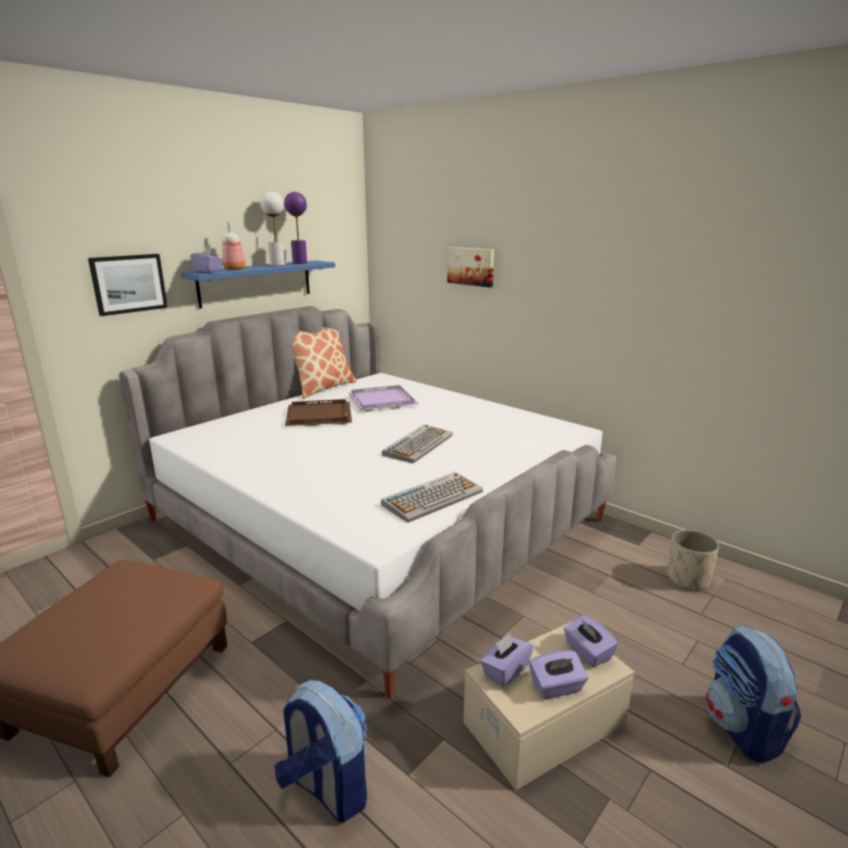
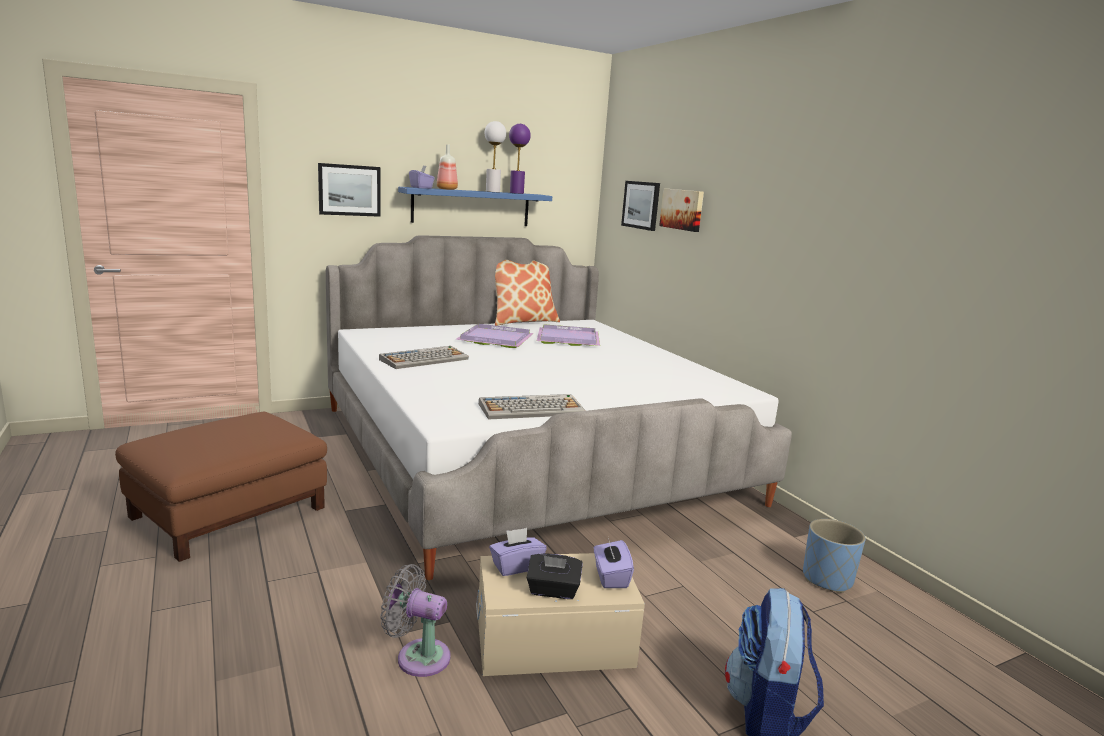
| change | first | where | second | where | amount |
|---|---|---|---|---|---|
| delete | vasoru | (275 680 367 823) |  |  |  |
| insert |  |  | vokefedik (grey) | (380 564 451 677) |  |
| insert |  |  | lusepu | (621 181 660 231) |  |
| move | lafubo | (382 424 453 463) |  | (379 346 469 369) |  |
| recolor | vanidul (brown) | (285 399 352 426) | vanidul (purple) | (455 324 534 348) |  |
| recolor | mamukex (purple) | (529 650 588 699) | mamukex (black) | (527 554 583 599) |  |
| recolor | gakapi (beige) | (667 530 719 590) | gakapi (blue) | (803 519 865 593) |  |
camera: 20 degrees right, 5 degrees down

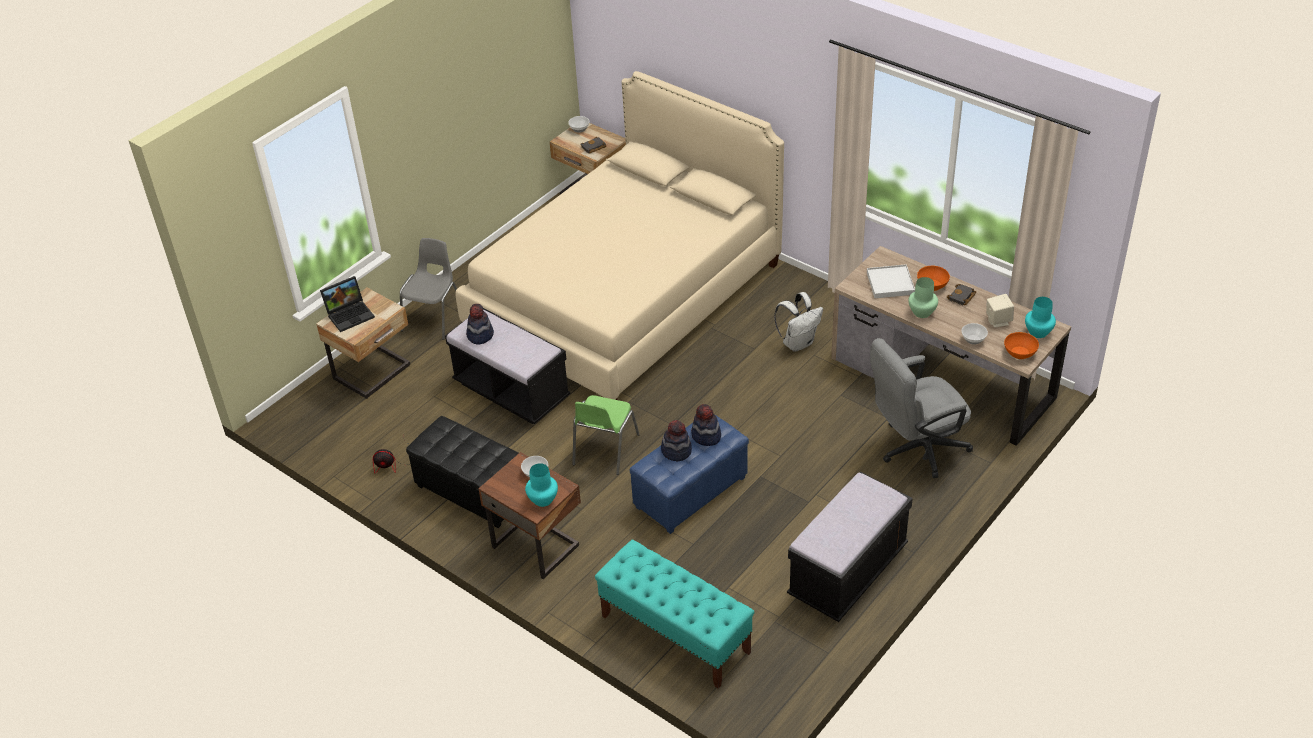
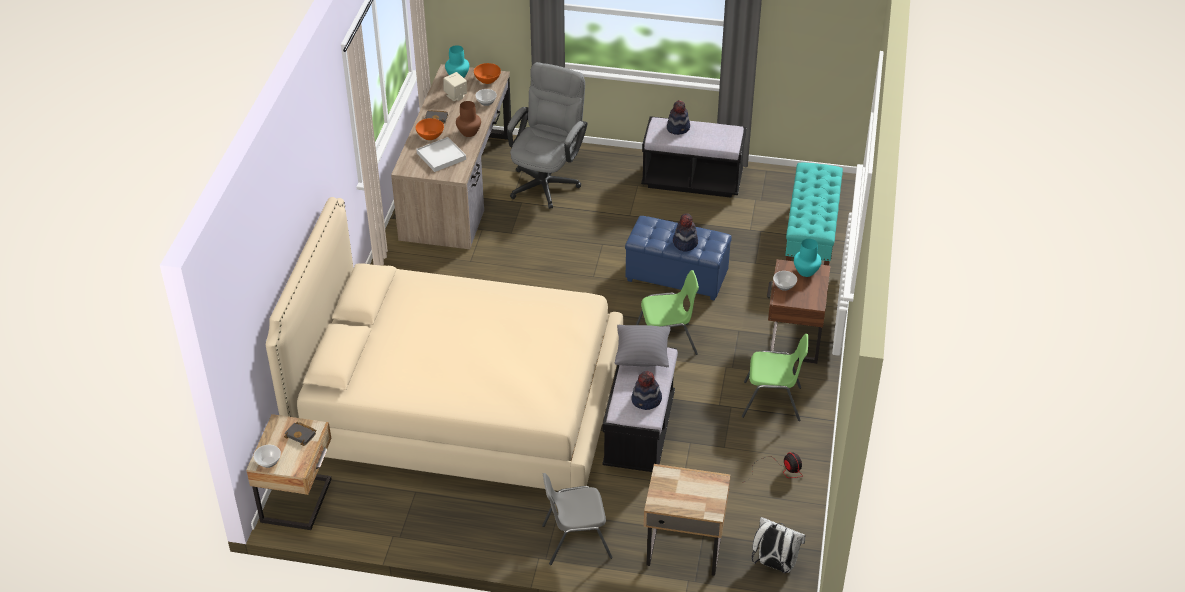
| change | first | where | second | where | amount |
|---|---|---|---|---|---|
| delete | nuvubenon | (320 276 375 332) |  |  |  |
| insert |  |  | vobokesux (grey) | (615 325 671 367) |  |
| move | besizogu | (691 404 721 446) |  | (667 100 690 135) |  |
| move | vasoru (white) | (774 292 823 352) |  | (752 517 806 573) |  |
| replace | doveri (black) | (406 416 519 528) | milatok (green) | (742 334 808 421) |  |
| recolor | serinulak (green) | (908 277 938 318) | serinulak (brown) | (456 101 481 137) |  |
| rotate | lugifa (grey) | (870 338 973 478) |  | (507 62 587 209) | 105 degrees counterclockwise |
camera: 120 degrees left, 0 degrees up

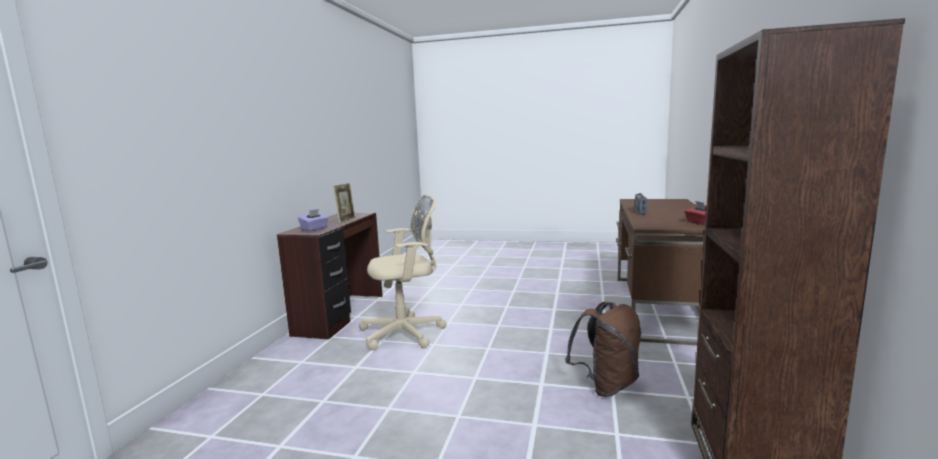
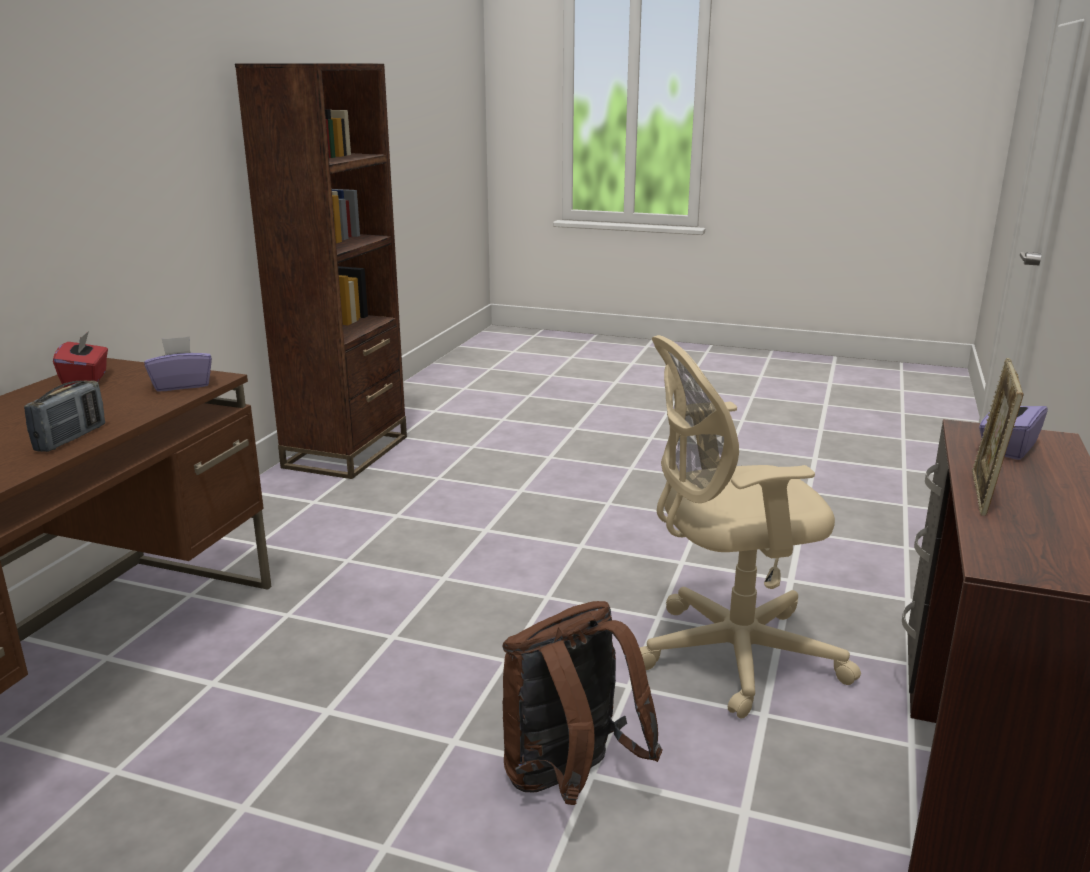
| change | first | where | second | where | amount |
|---|---|---|---|---|---|
| insert |  |  | mamukex (purple) | (144 336 212 391) |  |
| move | vasoru (brown) | (565 302 641 397) |  | (503 601 663 805) |  |
camera: 175 degrees left, 10 degrees up

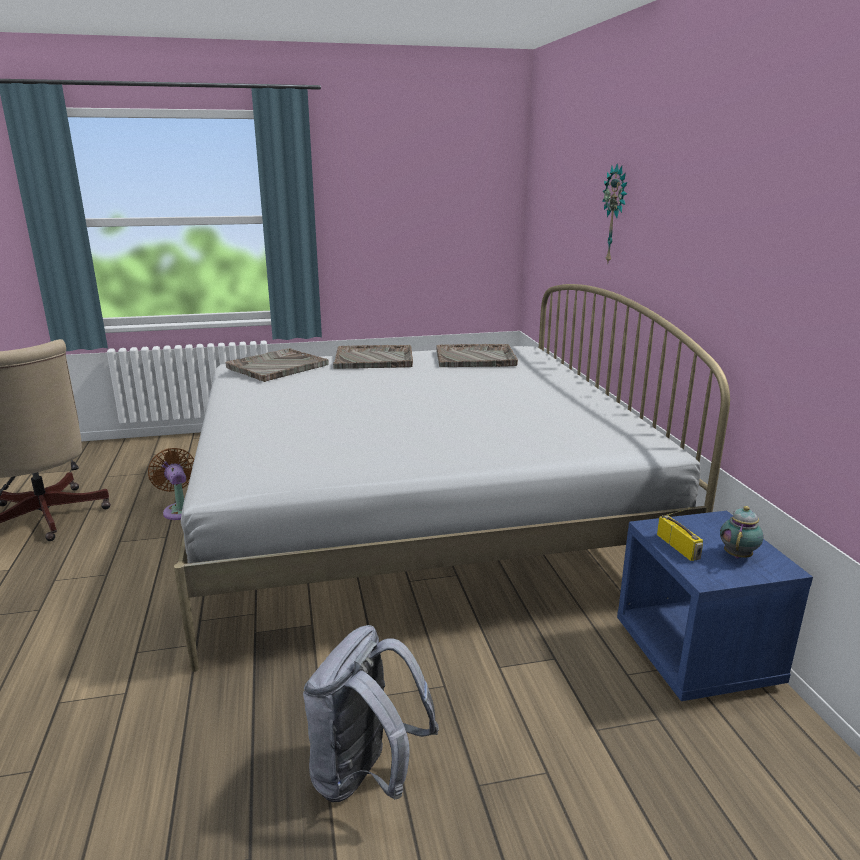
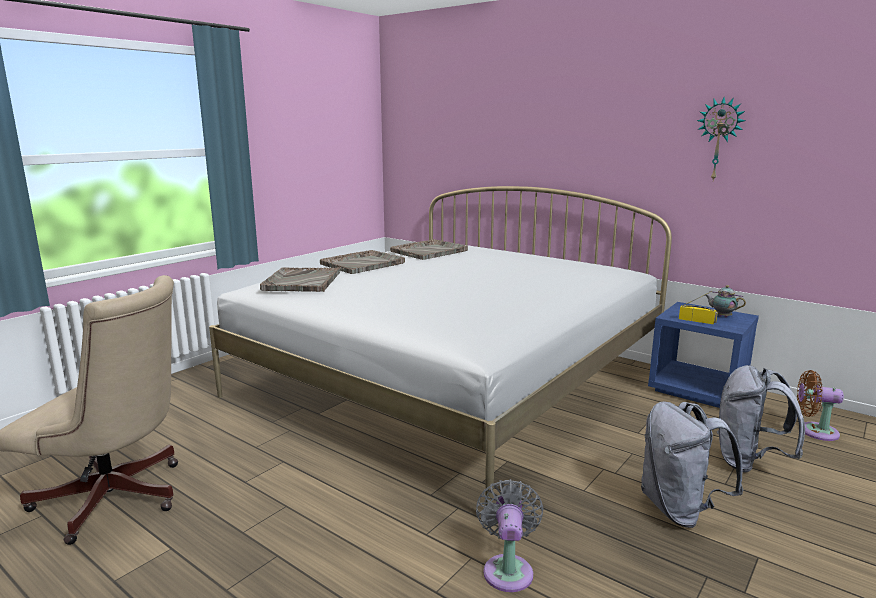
| change | first | where | second | where | amount |
|---|---|---|---|---|---|
| insert |  |  | vokefedik (grey) | (476 479 544 592) |  |
| insert |  |  | vasoru (grey) | (717 365 805 472) |  |
| move | vokefedik (brown) | (148 448 194 520) |  | (797 370 844 441) |  |
| move | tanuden | (602 163 628 265) |  | (697 97 746 180) |  |
| rotate | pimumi | (720 506 763 558) |  | (705 285 746 317) | 45 degrees counterclockwise |
camera: 40 degrees left, 5 degrees down

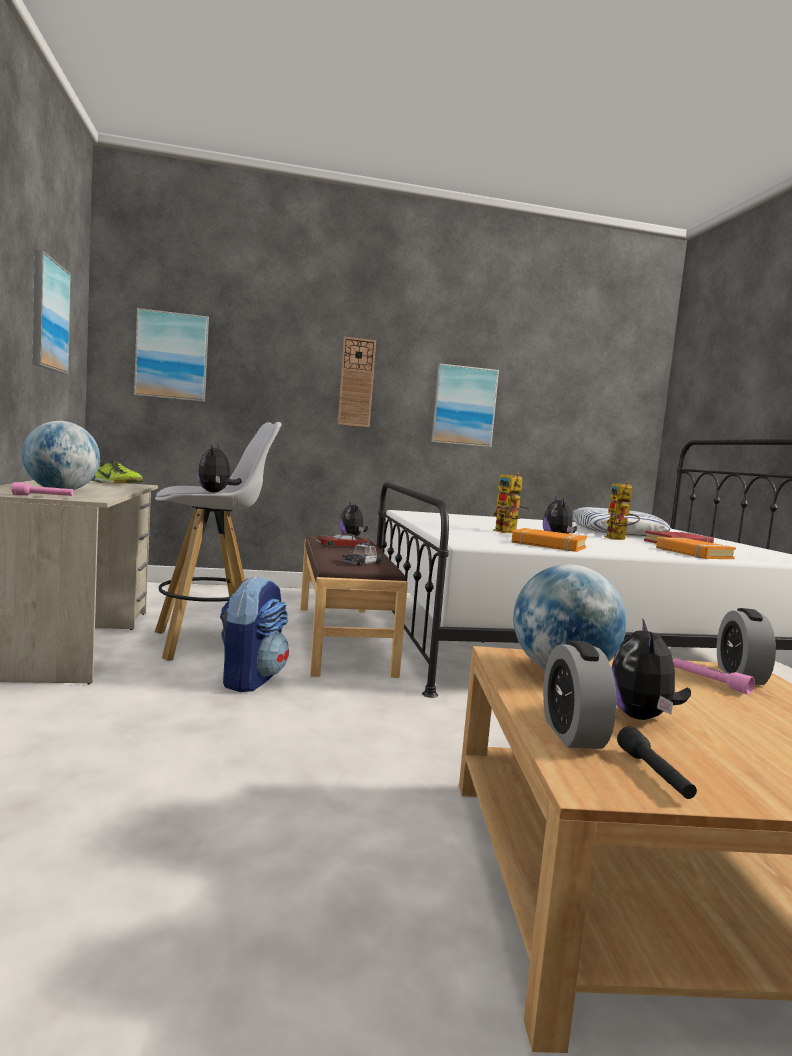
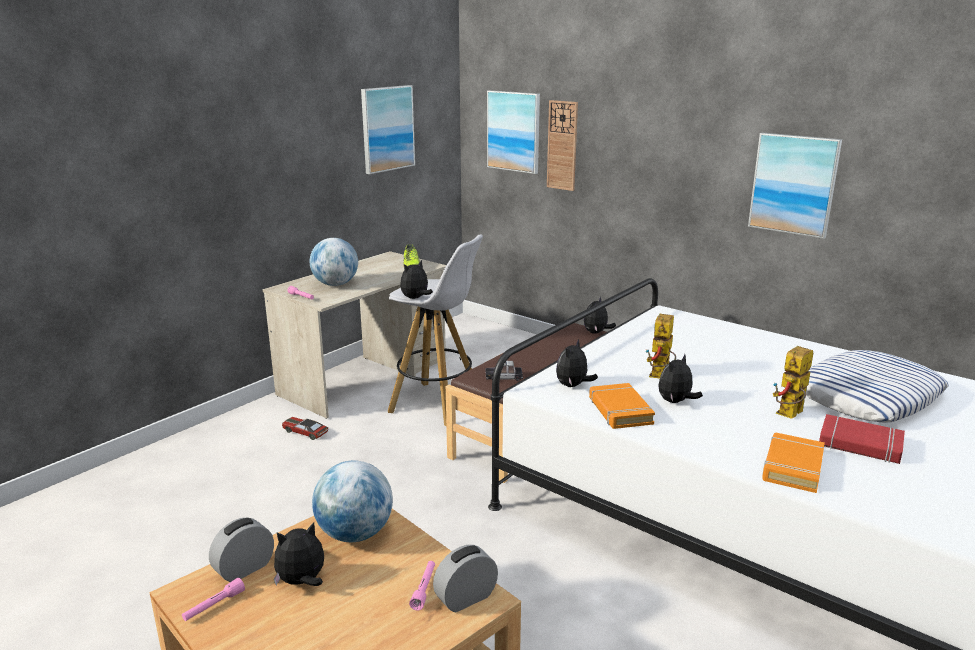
| change | first | where | second | where | amount |
|---|---|---|---|---|---|
| delete | vasoru | (220 576 289 692) |  |  |  |
| insert |  |  | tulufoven | (556 339 598 387) |  |
| move | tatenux | (316 533 370 548) |  | (282 417 329 440) |  |
| move | tanuden | (338 337 376 427) |  | (547 100 578 191) |  |
| recolor | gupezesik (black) | (617 726 697 799) | gupezesik (pink) | (182 578 245 621) |  |
camera: 50 degrees right, 15 degrees up

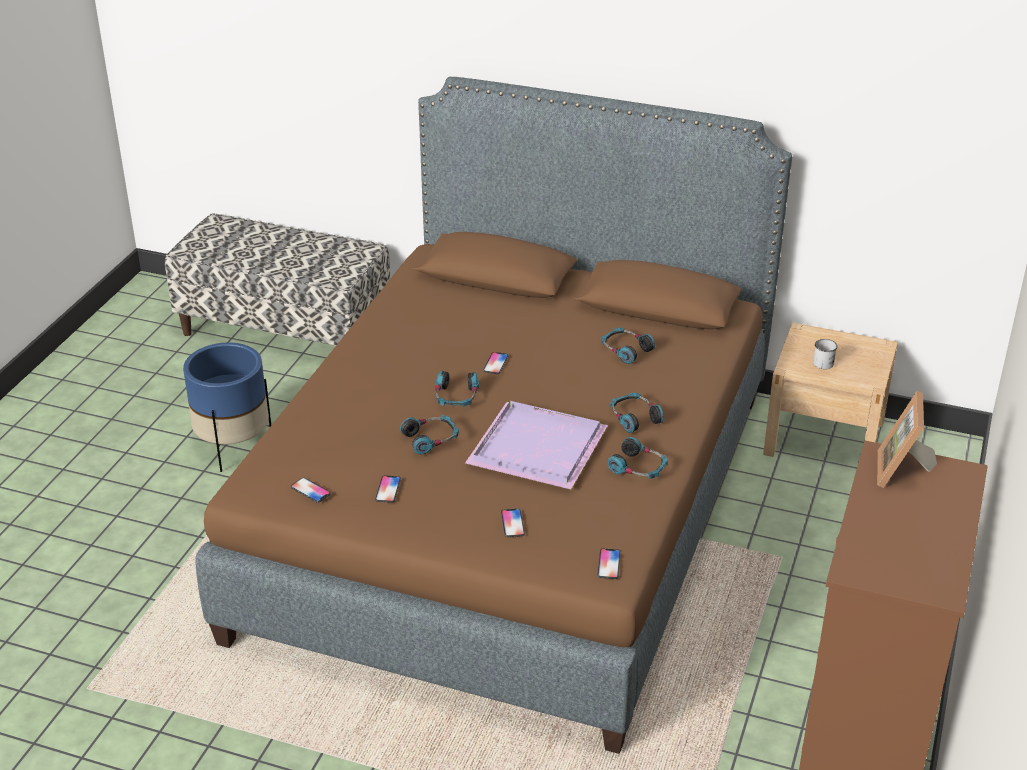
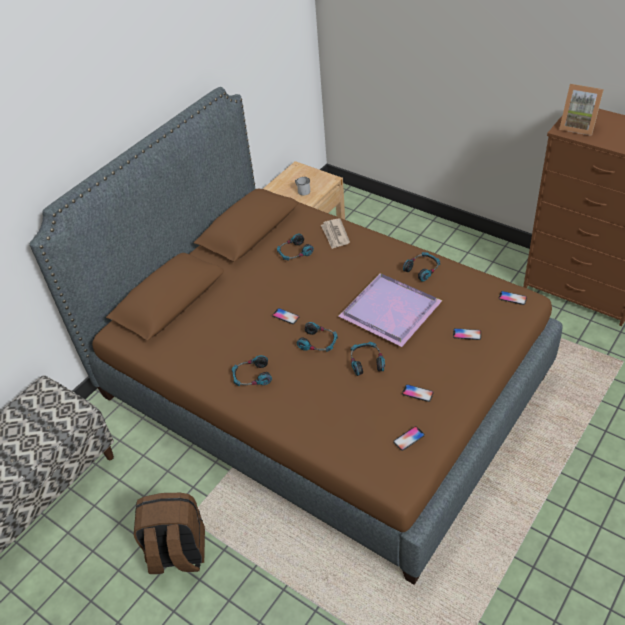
| change | first | where | second | where | amount |
|---|---|---|---|---|---|
| insert |  |  | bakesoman | (321 218 350 249) |  |
| move | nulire | (610 393 664 433) |  | (232 355 272 386) |  |
| replace | gakapi (blue) | (183 342 271 472) | vasoru (brown) | (134 493 205 574) |  |
camera: 70 degrees left, 10 degrees up

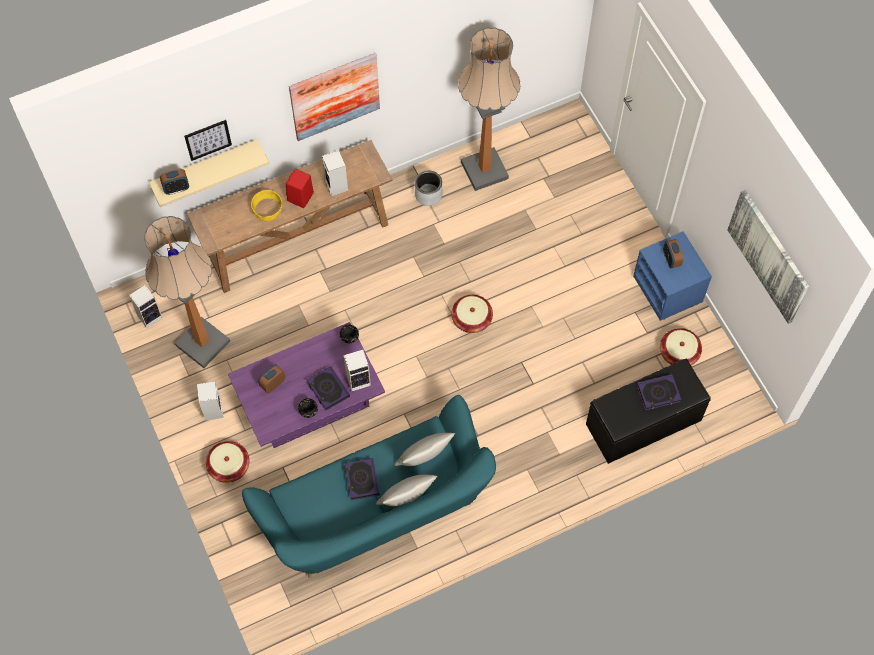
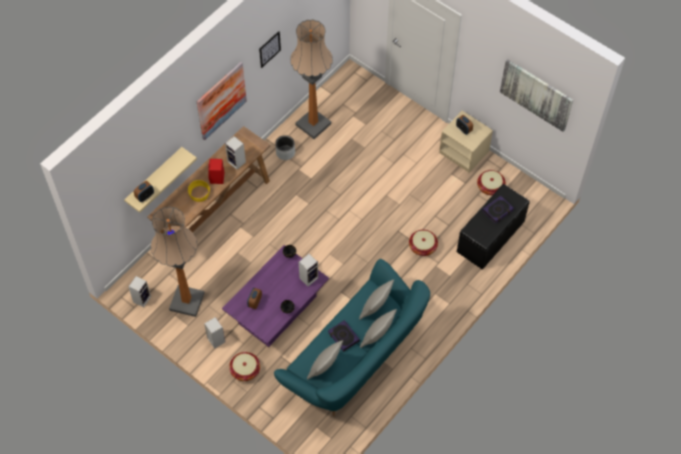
| change | first | where | second | where | amount |
|---|---|---|---|---|---|
| delete | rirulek | (307 366 350 410) |  |  |  |
| insert |  |  | vobokesux (grey) | (307 340 343 380) |  |
| move | lusepu | (184 120 232 161) |  | (259 31 281 68) |  |
| move | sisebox | (451 295 493 333) |  | (409 230 438 256) |  |
| recolor | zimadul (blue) | (633 231 712 321) | zimadul (beige) | (439 111 493 173) |  |
camera: 25 degrees left, 5 degrees down

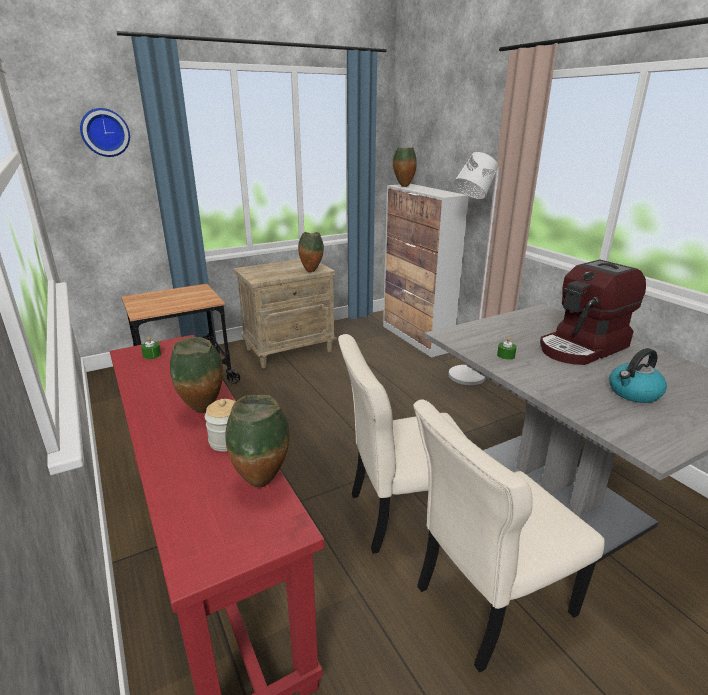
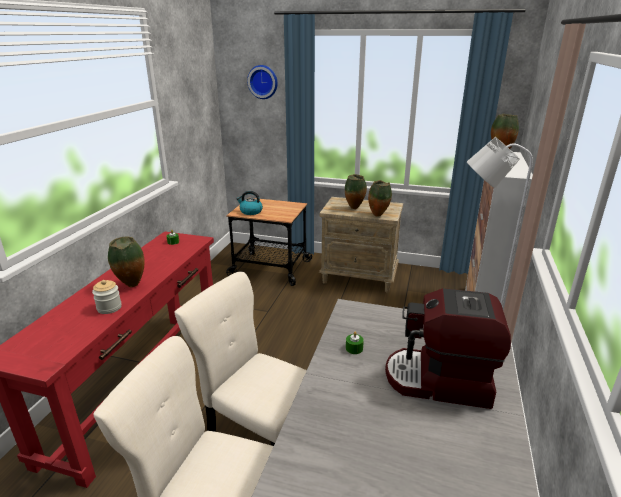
| change | first | where | second | where | amount |
|---|---|---|---|---|---|
| move | serinulak | (225 395 290 487) |  | (345 174 367 209) |  |
| move | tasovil | (609 348 667 403) |  | (237 191 263 215) |  |
camera: 45 degrees right, 0 degrees up

